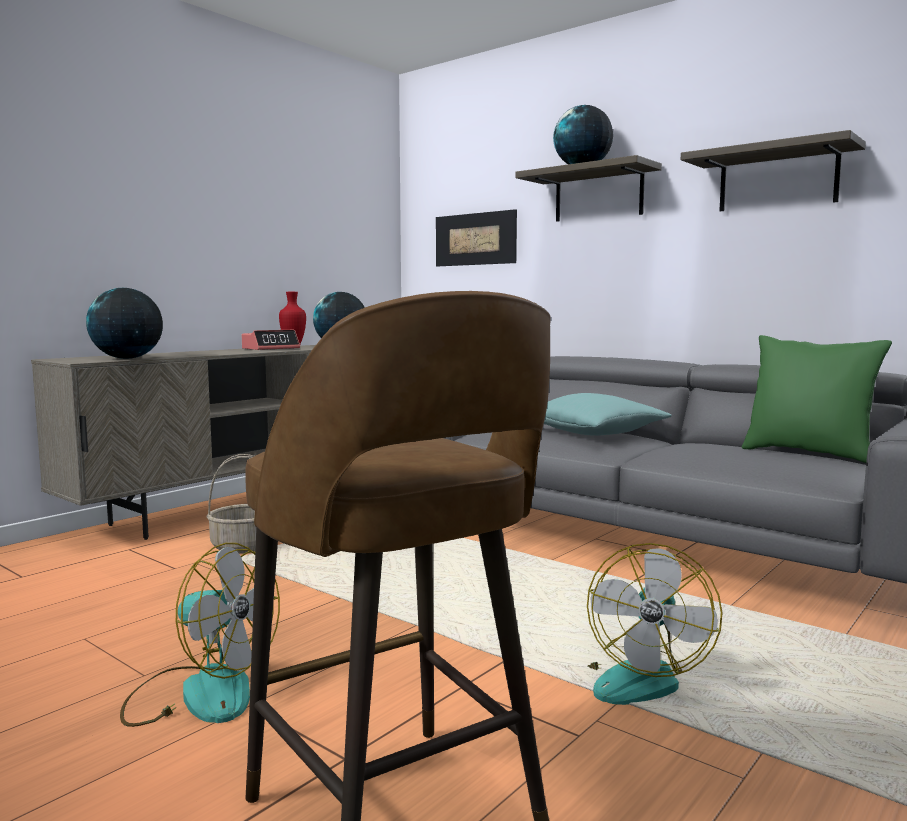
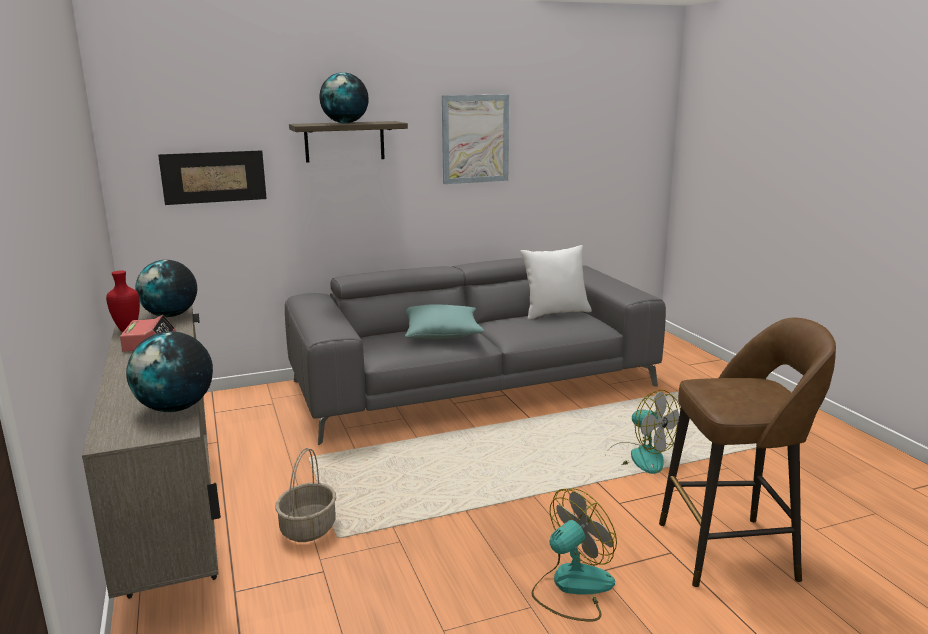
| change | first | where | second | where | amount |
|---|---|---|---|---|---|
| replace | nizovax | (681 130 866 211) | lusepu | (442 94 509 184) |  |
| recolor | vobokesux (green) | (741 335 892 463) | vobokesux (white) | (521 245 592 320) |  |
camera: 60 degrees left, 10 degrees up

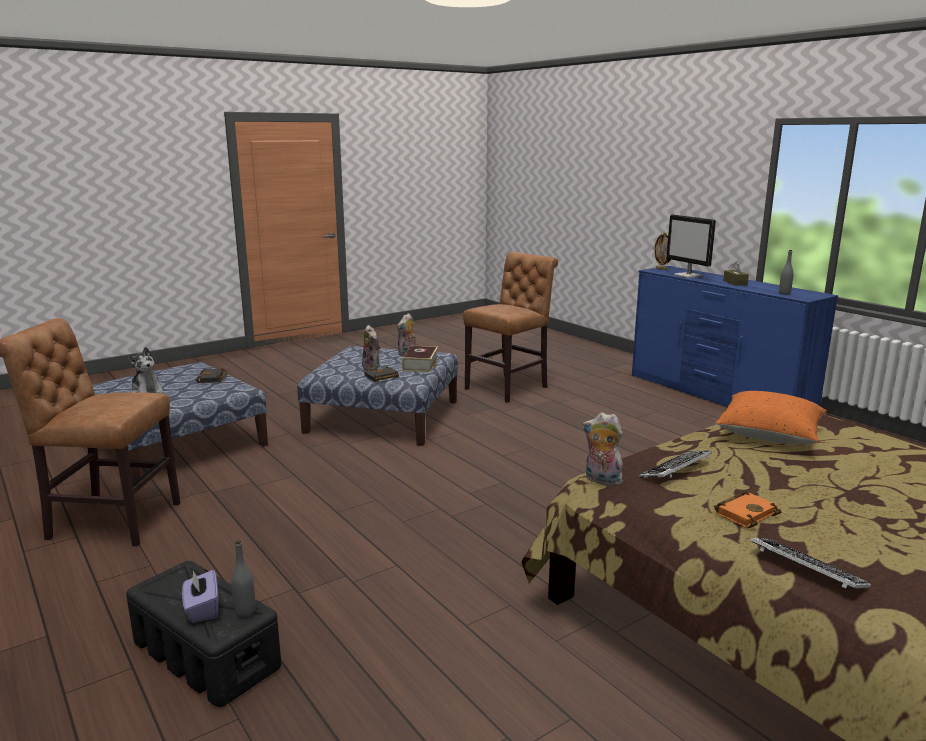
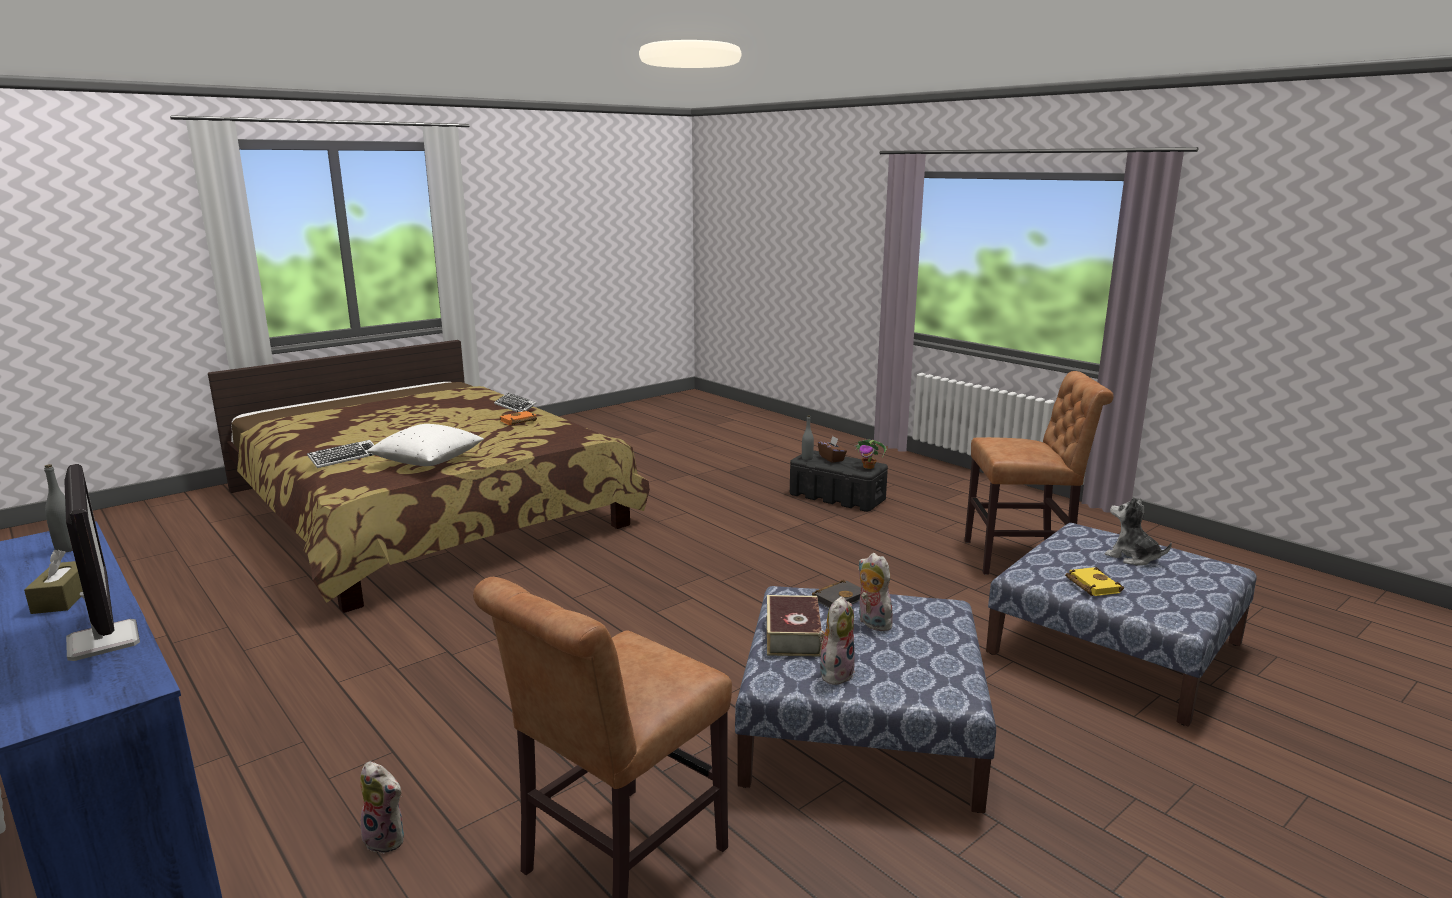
| change | first | where | second | where | amount |
|---|---|---|---|---|---|
| delete | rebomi | (653 232 671 270) |  |  |  |
| insert |  |  | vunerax | (854 440 886 469) |  |
| move | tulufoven | (582 412 623 486) |  | (360 761 404 854) |  |
| move | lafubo | (639 450 712 478) |  | (307 440 375 468) |  |
| recolor | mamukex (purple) | (182 570 219 623) | mamukex (brown) | (818 436 847 463) |  |
| recolor | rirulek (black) | (196 368 227 383) | rirulek (yellow) | (1065 567 1124 596) |  |
| recolor | vobokesux (orange) | (715 391 827 445) | vobokesux (white) | (367 424 484 466) |  |
camera: 175 degrees right, 0 degrees up

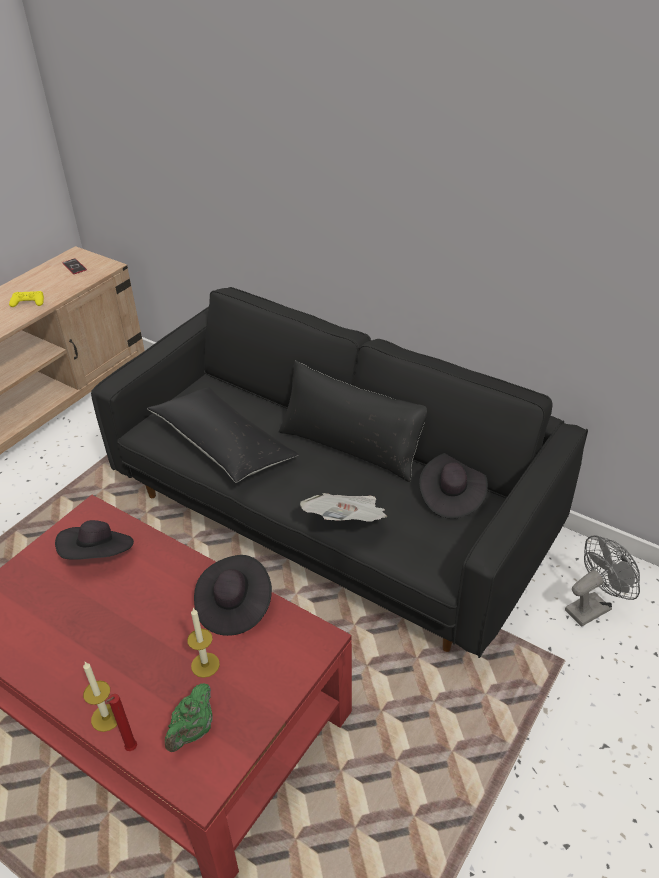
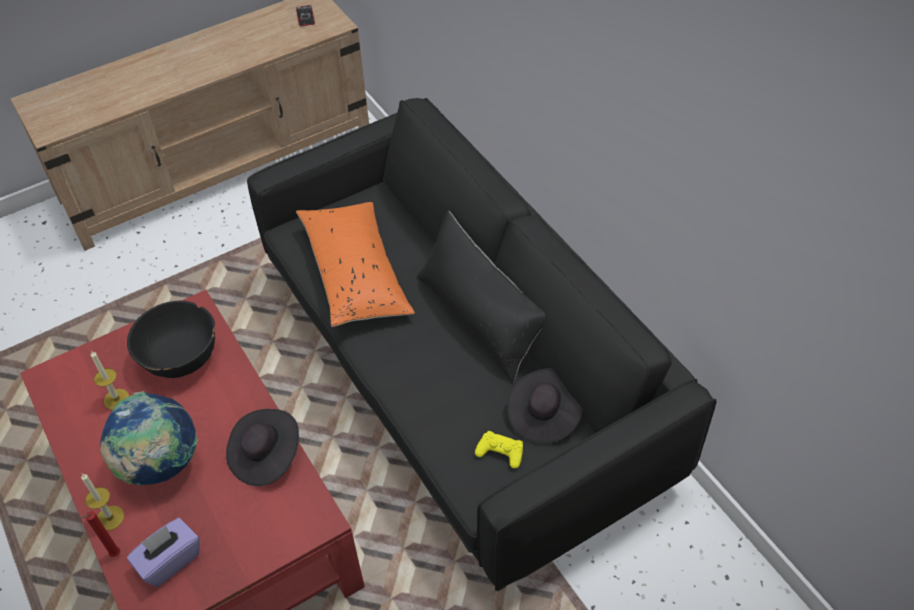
| change | first | where | second | where | amount |
|---|---|---|---|---|---|
| delete | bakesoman | (300 493 387 522) |  |  |  |
| delete | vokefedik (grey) | (565 535 640 627) |  |  |  |
| insert |  |  | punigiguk | (100 391 198 486) |  |
| move | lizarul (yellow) | (9 291 44 307) |  | (475 431 523 469) |  |
| move | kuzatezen | (187 608 220 678) |  | (91 351 129 410) |  |
| replace | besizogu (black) | (55 520 134 560) | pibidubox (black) | (127 301 215 378) |  |
| replace | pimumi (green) | (165 683 213 752) | mamukex (purple) | (127 518 200 587) |  |
| recolor | vobokesux (black) | (147 387 299 483) | vobokesux (orange) | (296 202 415 327) |  |
camera: 25 degrees right, 10 degrees up

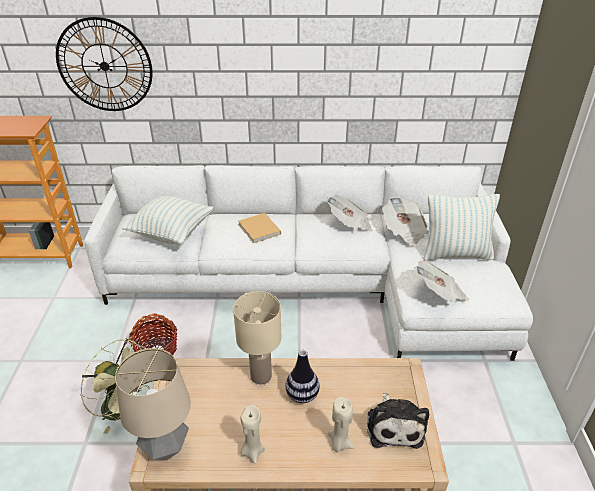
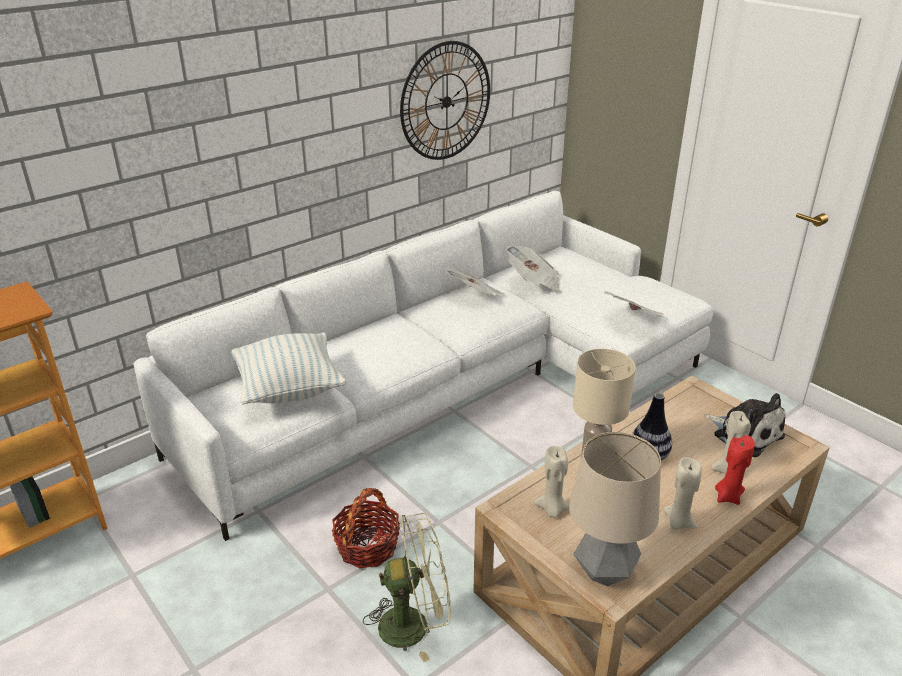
| change | first | where | second | where | amount |
|---|---|---|---|---|---|
| delete | rirulek (beige) | (238 213 281 243) |  |  |  |
| delete | vobokesux | (423 194 500 261) |  |  |  |
| insert |  |  | kuzatezen (beige) | (534 446 569 518) |  |
| insert |  |  | kuzatezen (red) | (715 435 755 505) |  |
| move | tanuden | (56 17 153 111) |  | (400 41 490 160) |  |
camera: 40 degrees left, 5 degrees down

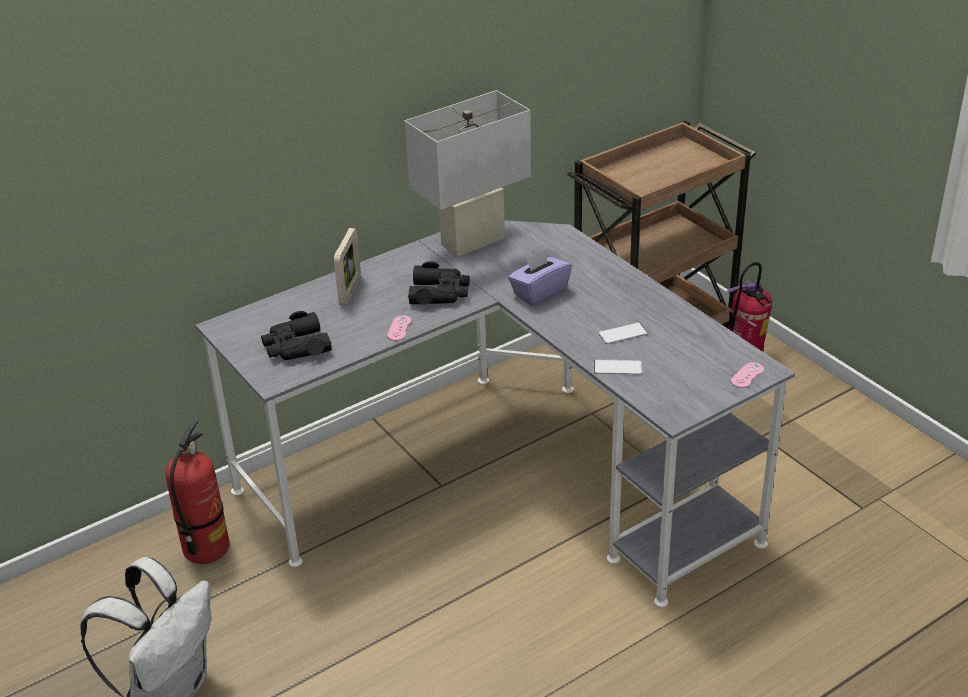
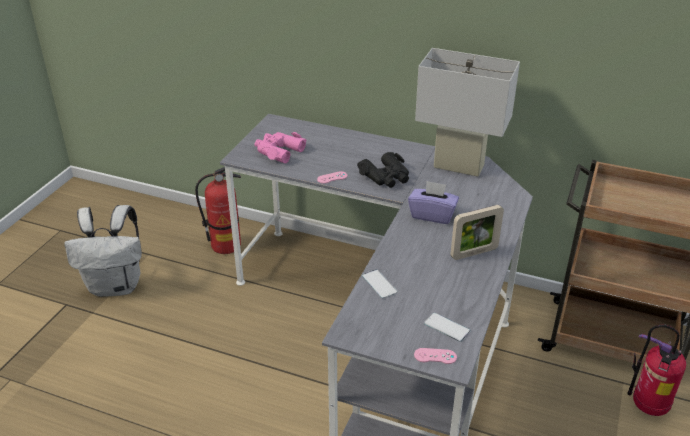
| change | first | where | second | where | amount |
|---|---|---|---|---|---|
| move | rebomi | (334 228 361 306) |  | (450 205 504 260) |  |
| move | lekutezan | (598 322 648 344) |  | (424 313 471 342) |  |
| recolor | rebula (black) | (261 311 331 360) | rebula (pink) | (254 132 306 163) |  |
camera: 55 degrees right, 0 degrees up

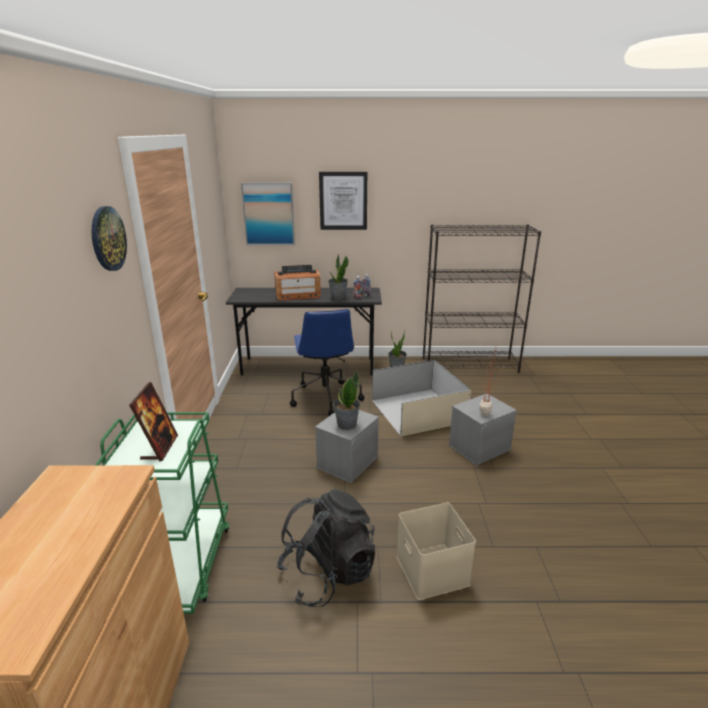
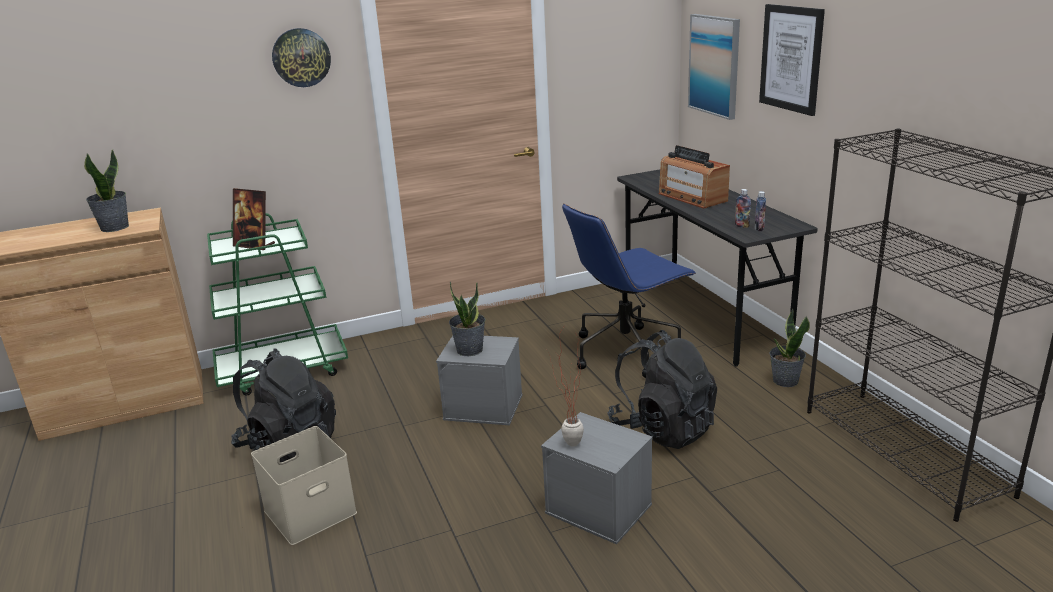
| change | first | where | second | where | amount |
|---|---|---|---|---|---|
| move | vunerax | (328 254 349 300) |  | (84 149 129 232) |  |
| replace | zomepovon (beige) | (372 360 471 437) | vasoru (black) | (607 330 717 449) |  |
| rotate | rebomi | (129 382 178 461) |  | (233 188 275 250) | 45 degrees clockwise |
camera: 70 degrees right, 0 degrees up

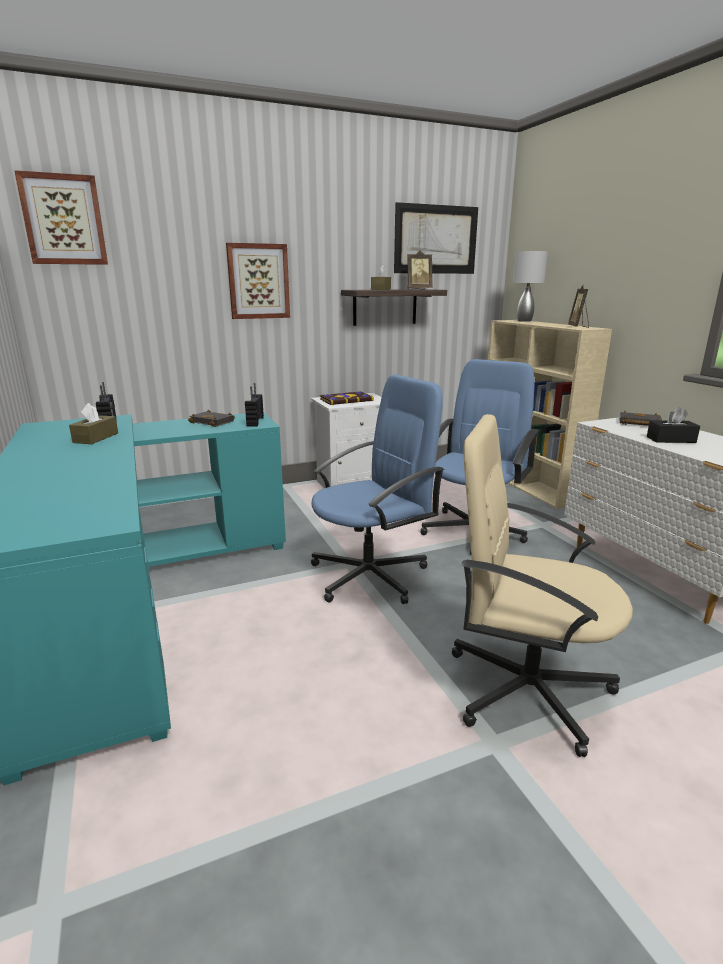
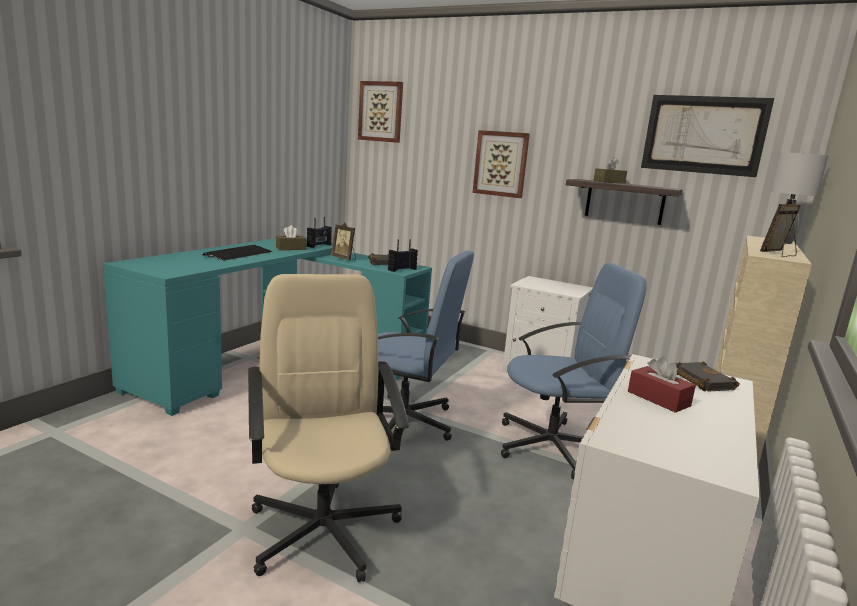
| change | first | where | second | where | amount |
|---|---|---|---|---|---|
| delete | rirulek | (320 391 374 405) |  |  |  |
| insert |  |  | lafubo | (202 245 272 261) |  |
| move | rebomi | (407 251 433 289) |  | (331 223 356 260) |  |
| recolor | mamukex (black) | (647 407 700 443) | mamukex (red) | (628 356 696 413) |  |
camera: 50 degrees right, 5 degrees down

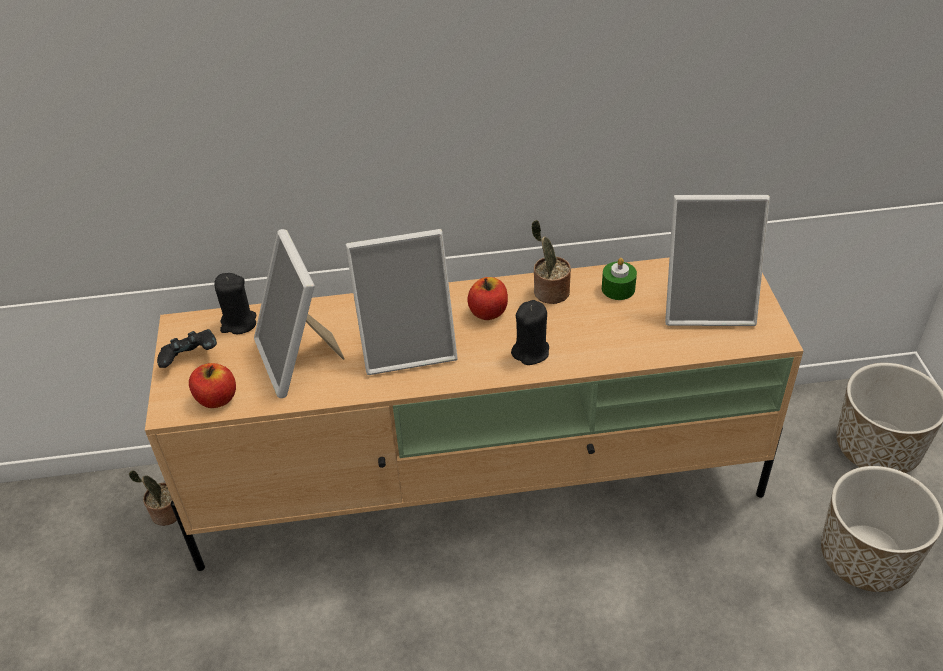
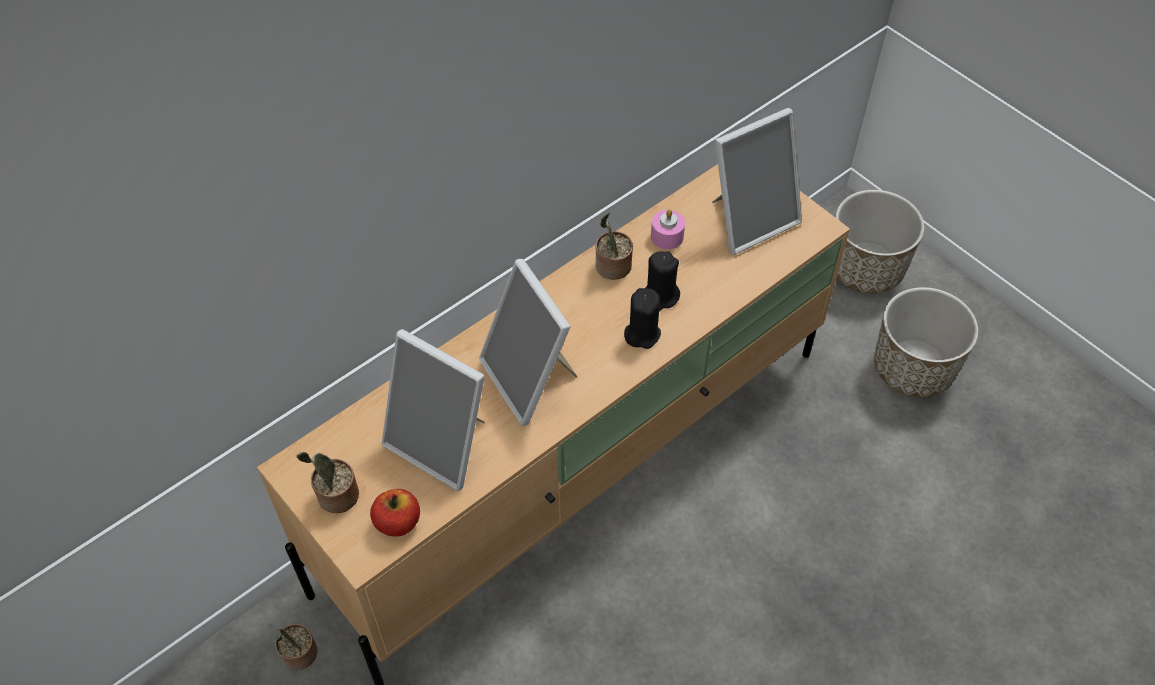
| change | first | where | second | where | amount |
|---|---|---|---|---|---|
| delete | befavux | (467 277 508 320) |  |  |  |
| move | kuzatezen (black) | (214 273 256 334) |  | (645 251 680 311) |  |
| replace | lizarul (black) | (157 329 217 368) | vunerax | (296 452 359 513) |  |
| recolor | kuzatezen (green) | (602 258 637 300) | kuzatezen (pink) | (651 209 685 250) |  |
| rotate | rebomi | (346 229 457 375) |  | (479 259 577 426) | 105 degrees clockwise |
camera: 35 degrees left, 10 degrees up

